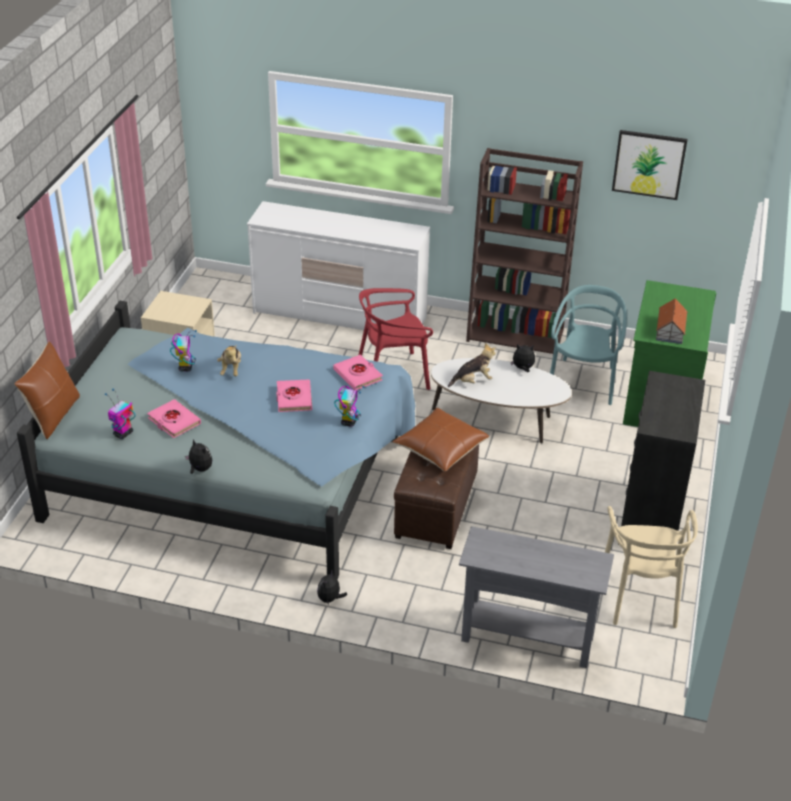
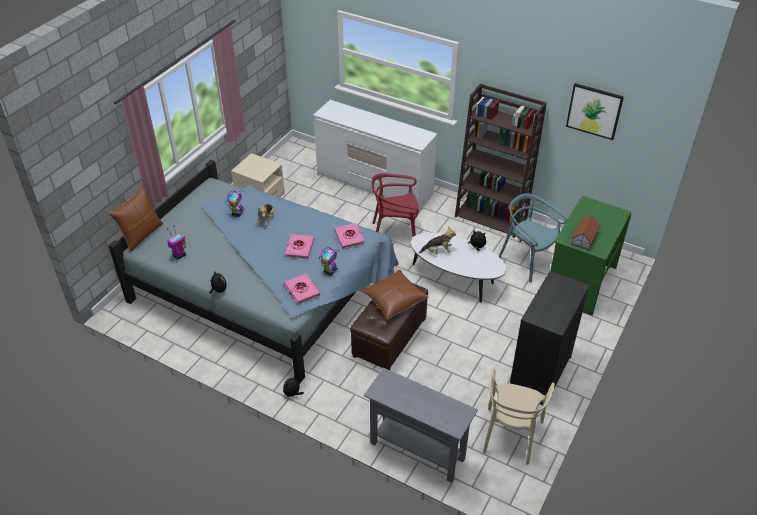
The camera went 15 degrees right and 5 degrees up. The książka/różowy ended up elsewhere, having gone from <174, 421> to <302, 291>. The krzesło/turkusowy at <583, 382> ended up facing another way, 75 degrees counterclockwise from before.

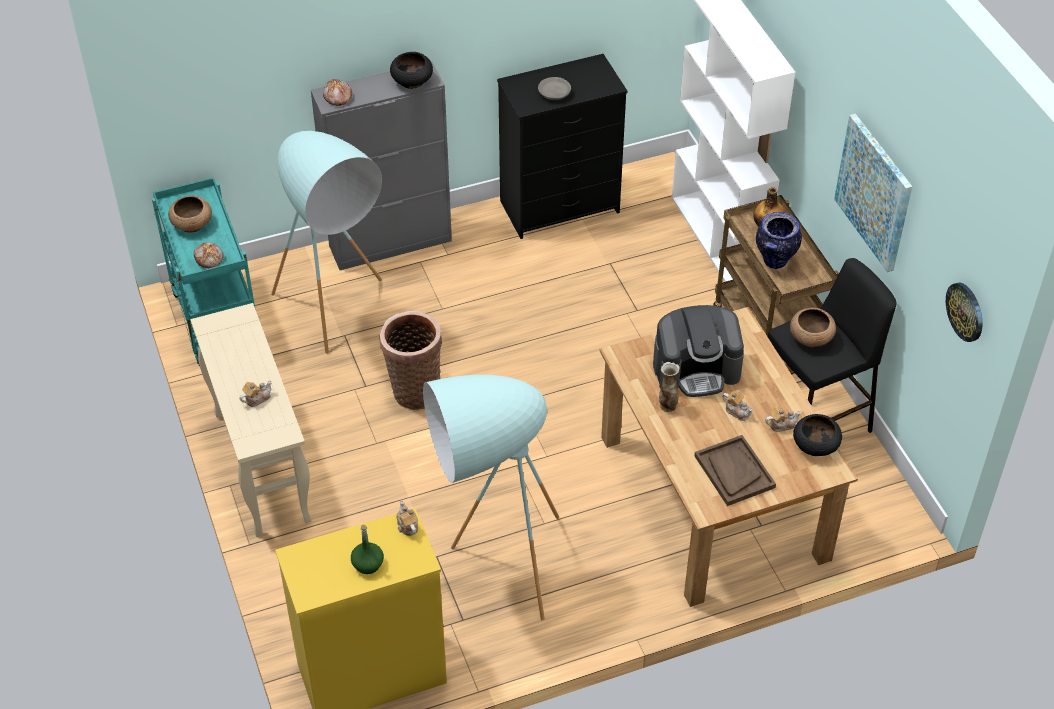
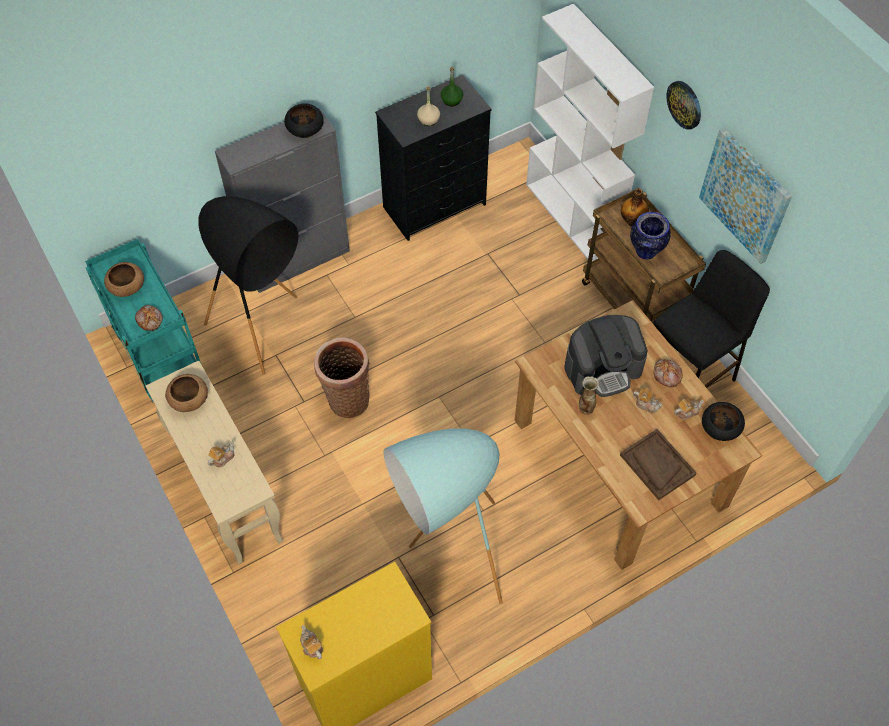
The camera went 10 degrees left and 10 degrees up. The chleb ended up elsewhere, having gone from <337, 97> to <666, 375>. The butelka/zielony ended up elsewhere, having gone from <368, 564> to <452, 100>. The imbryk ended up elsewhere, having gone from <407, 526> to <311, 646>. The miska/brązowy ended up elsewhere, having gone from <811, 338> to <189, 400>. The zegar ścienny ended up elsewhere, having gone from <965, 311> to <684, 104>. Where the miska/szary stood at <554, 93>, the butelka/beżowy came to stand at <428, 120>. What was the lampa stojąca/turkusowy at <337, 322> turned into the lampa stojąca/czarny at <267, 343>.

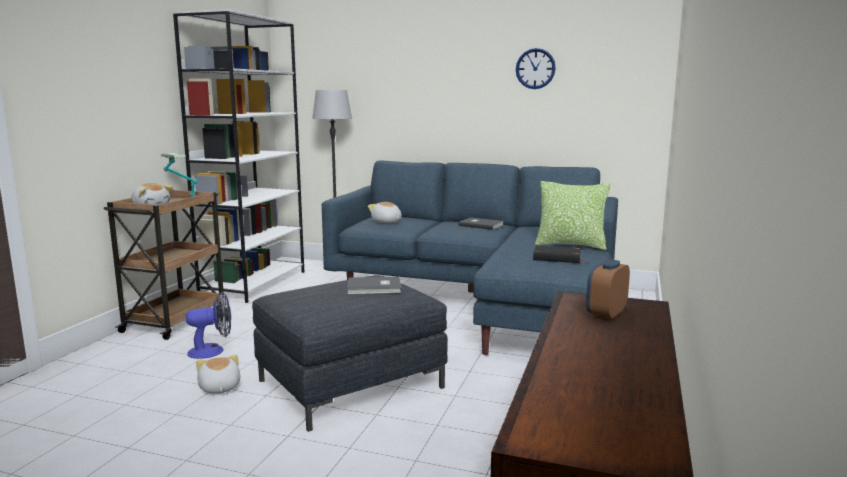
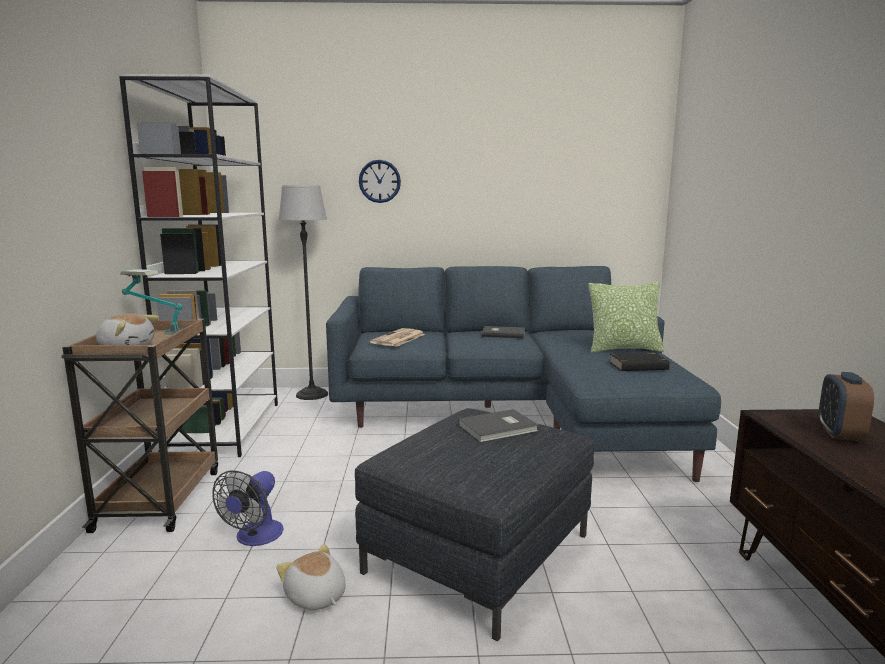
The camera went 20 degrees left and 0 degrees up. The zegar ścienny ended up elsewhere, having gone from <535, 68> to <379, 181>. Where the pluszak stood at <386, 222>, the gazeta came to stand at <398, 339>. The wentylator at <212, 351> ended up facing another way, 150 degrees clockwise from before.

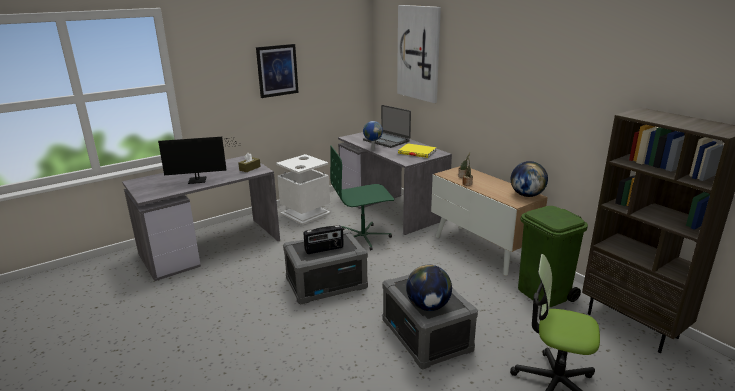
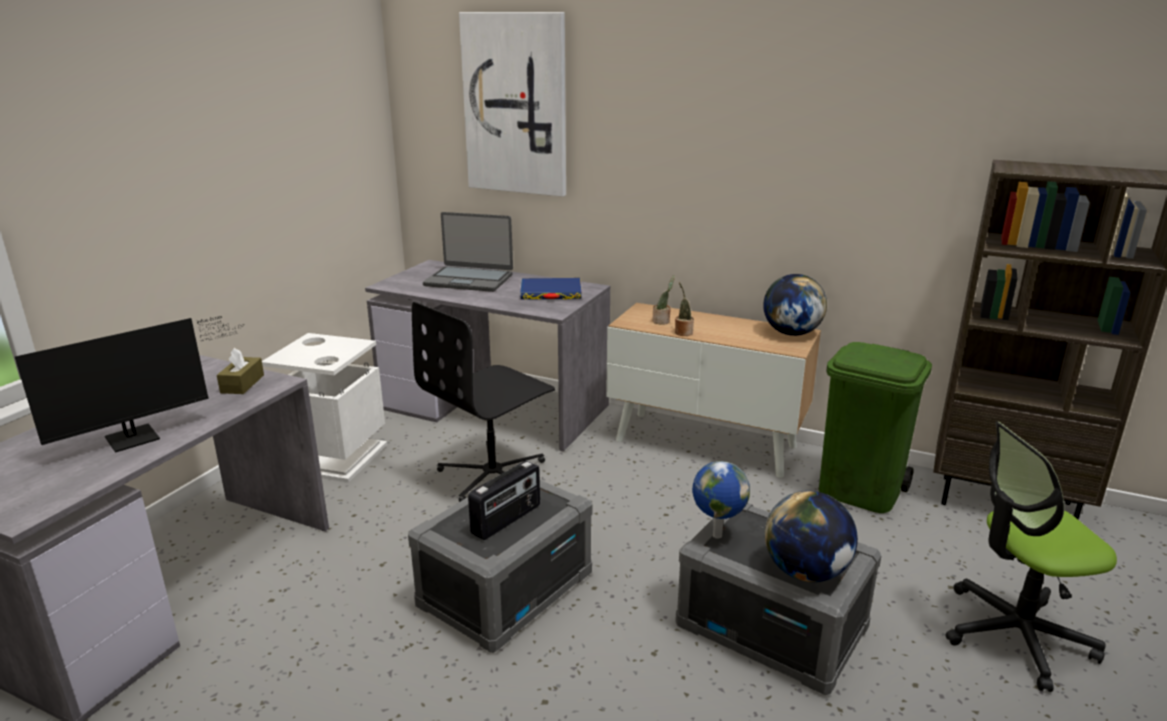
The camera went 30 degrees left and 0 degrees up. The second view lost the obraz at <277, 70>. The globus ended up elsewhere, having gone from <372, 149> to <716, 535>. What was the krzesło biurowe/zielony at <363, 237> turned into the krzesło biurowe/czarny at <493, 475>. What was the książka/żółty at <417, 152> turned into the książka/niebieski at <550, 293>.

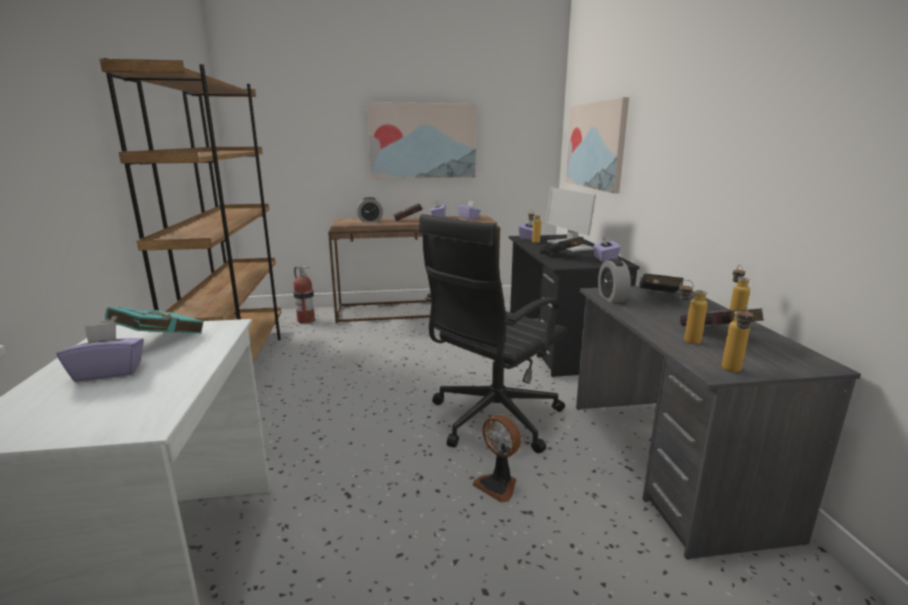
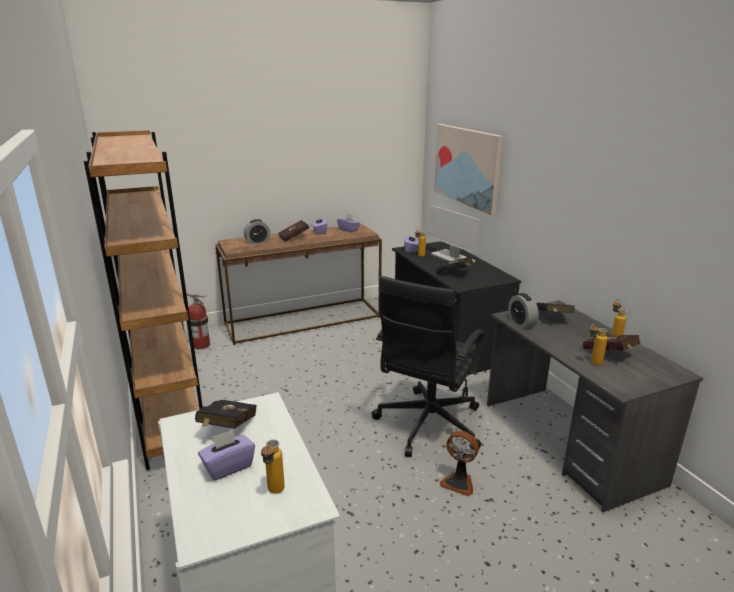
The camera went 15 degrees left and 5 degrees up. The second view lost the obraz at <422, 141>. The second view lost the pudełko chusteczek/fioletowy at <604, 259>. The butelka ended up elsewhere, having gone from <732, 372> to <274, 493>. What was the książka/turkusowy at <156, 340> turned into the książka/czarny at <226, 428>.

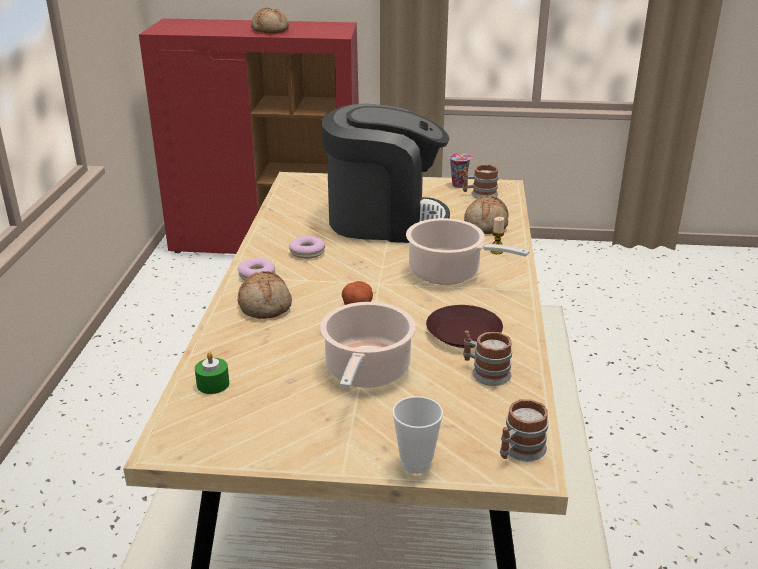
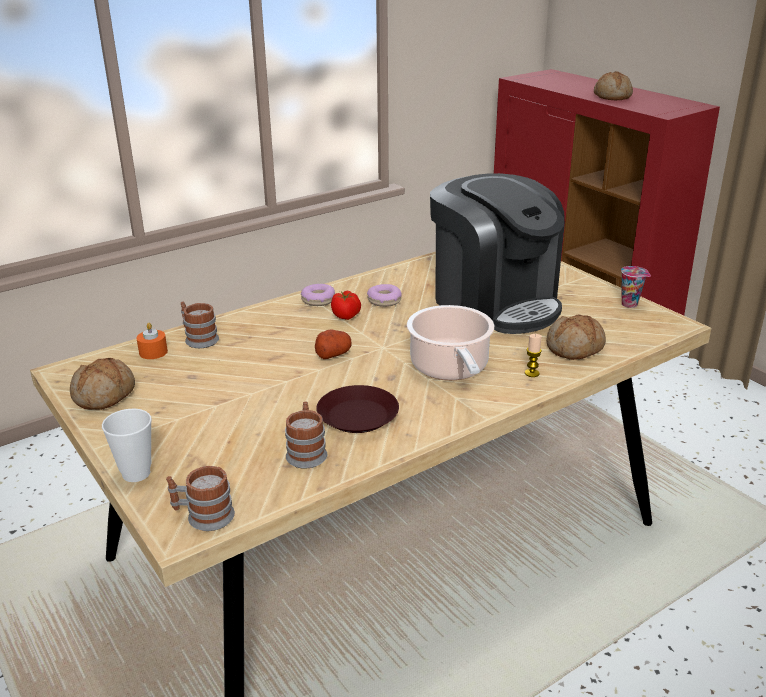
The camera went 50 degrees right and 0 degrees up. The second view lost the garnek at <366, 372>. The second view gained the pomidor at <346, 316>. The chleb ended up elsewhere, having gone from <265, 305> to <105, 395>. The kubek ended up elsewhere, having gone from <479, 195> to <198, 338>. What was the świeca/zielony at <213, 384> turned into the świeca/pomarańczowy at <153, 352>.

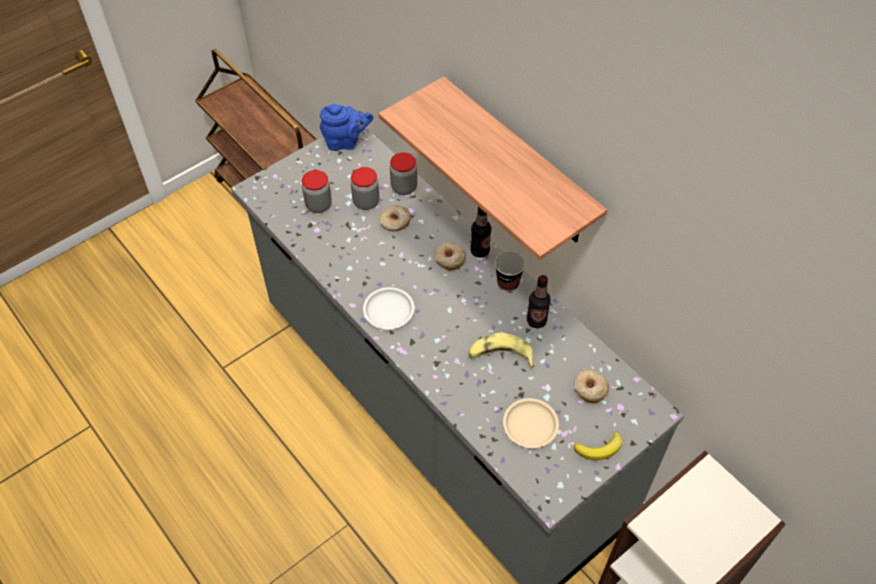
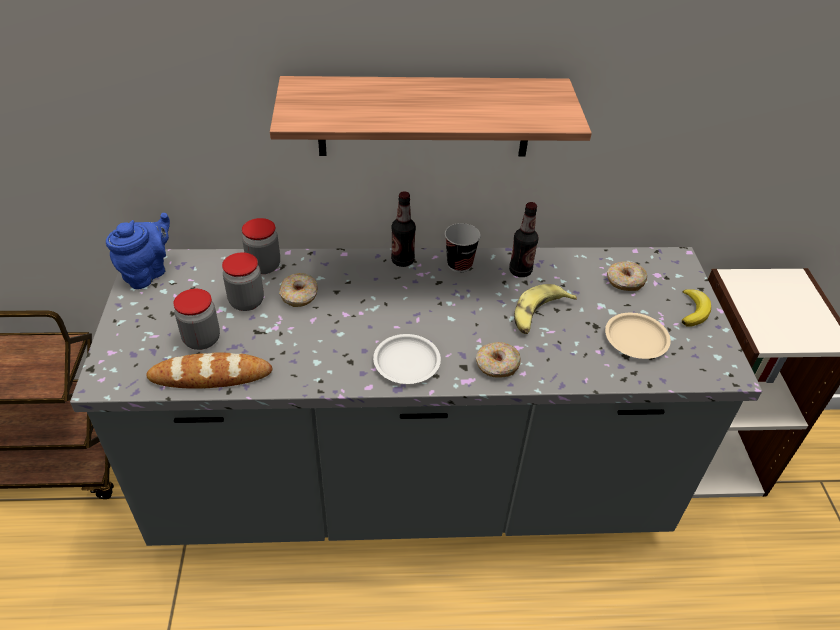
The camera went 55 degrees left and 10 degrees down. The second view gained the chleb at <211, 375>. The donut ended up elsewhere, having gone from <449, 259> to <497, 365>.

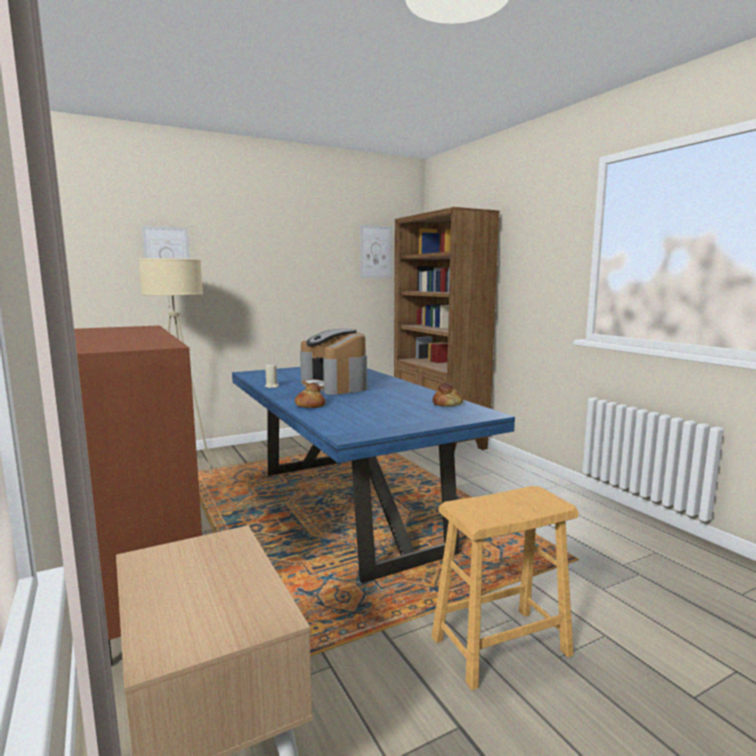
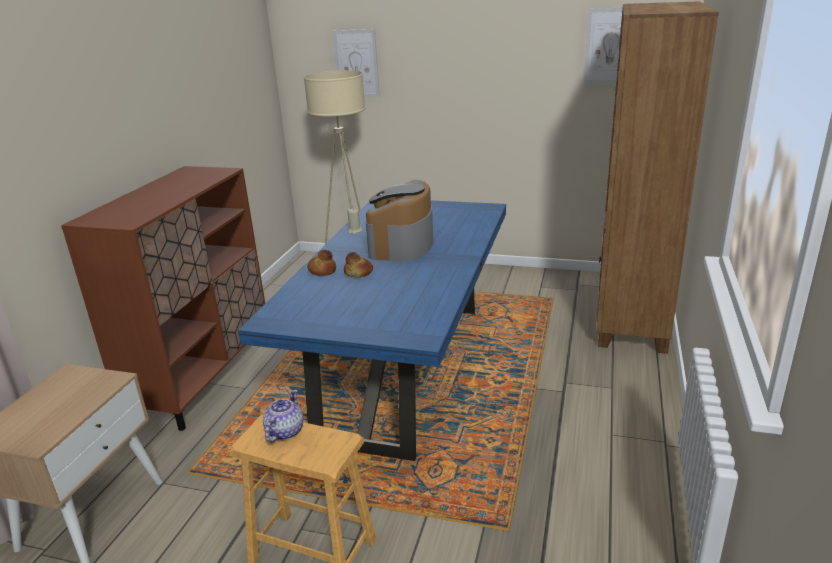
The camera went 45 degrees right and 15 degrees up. The second view gained the imbryk at <284, 432>. The chleb ended up elsewhere, having gone from <447, 404> to <358, 273>.

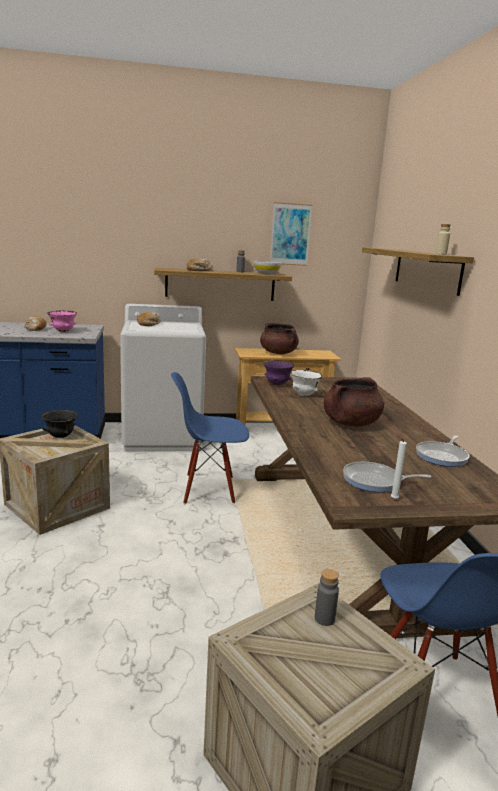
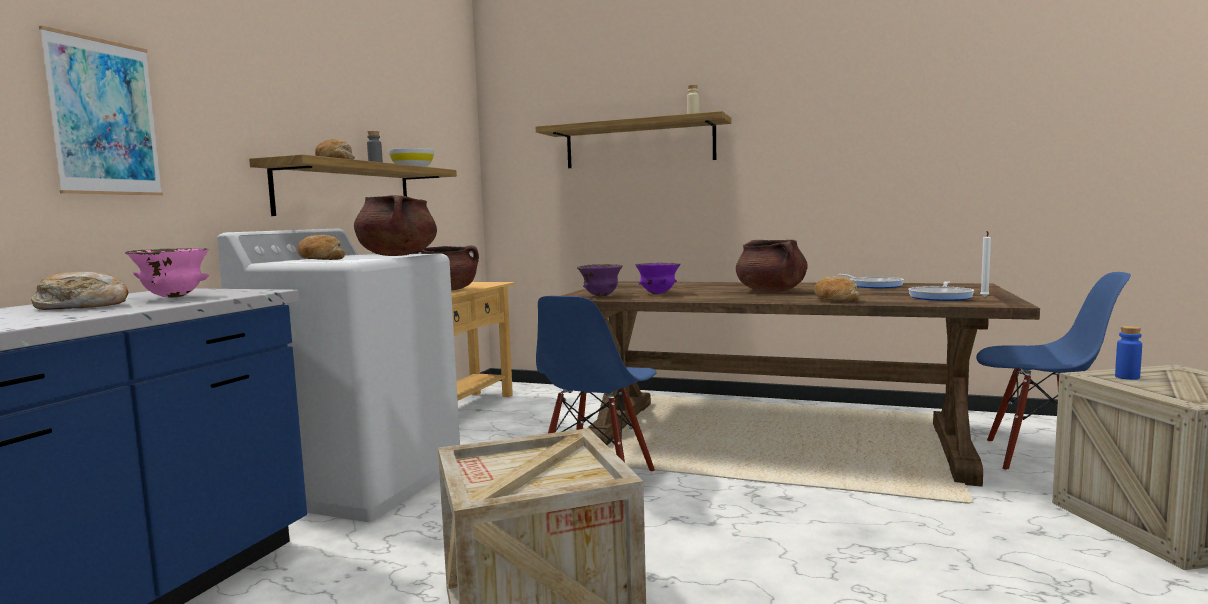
The camera went 60 degrees left and 10 degrees down. The second view lost the miska/czarny at <60, 437>. The second view gained the garnek/brązowy at <397, 255>. The second view gained the chleb at <834, 299>. The obraz ended up elsewhere, having gone from <290, 234> to <104, 117>. What was the miska/biały at <304, 395> turned into the miska/fioletowy at <658, 294>. What was the butelka/szary at <324, 618> turned into the butelka/niebieski at <1127, 377>.

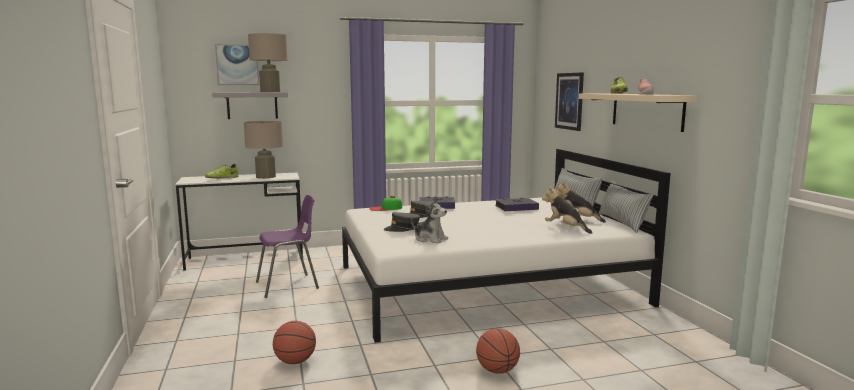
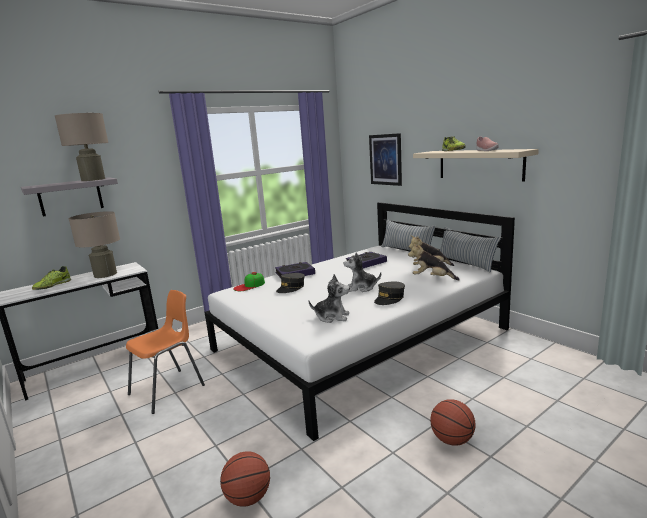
The camera went 20 degrees left and 5 degrees up. The second view lost the obraz at <237, 65>. The second view gained the pluszak at <361, 288>. The czapka z daszkiem/szary ended up elsewhere, having gone from <402, 228> to <389, 298>. What was the krzesło/fioletowy at <289, 285> turned into the krzesło/pomarańczowy at <169, 389>.

